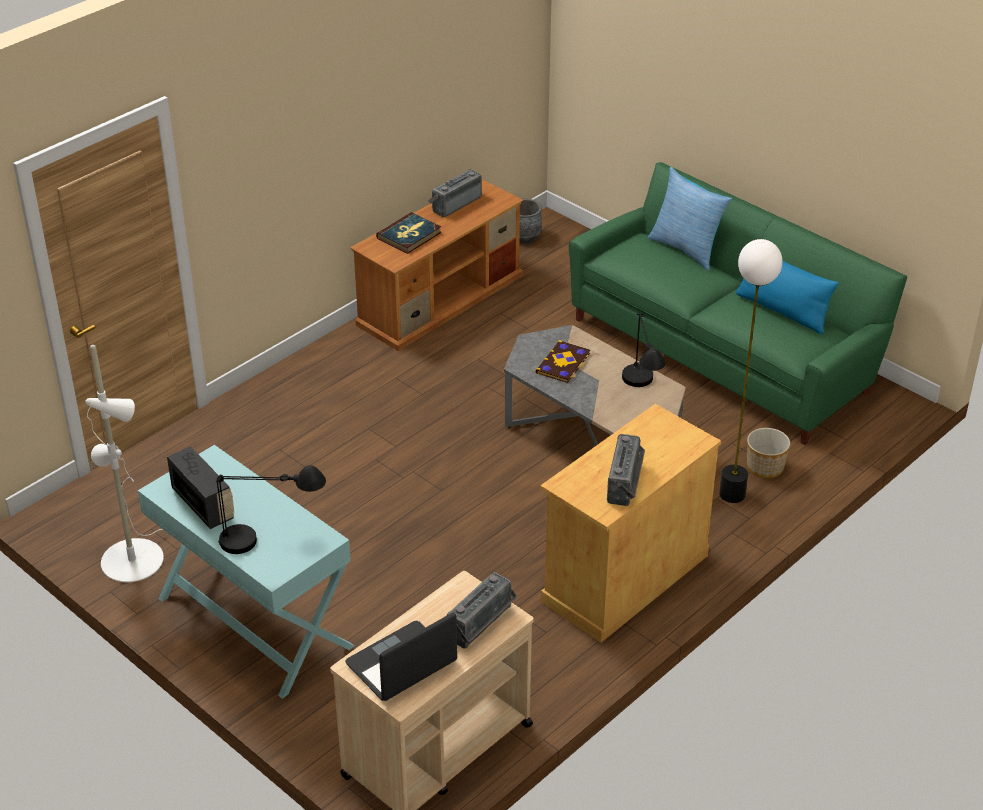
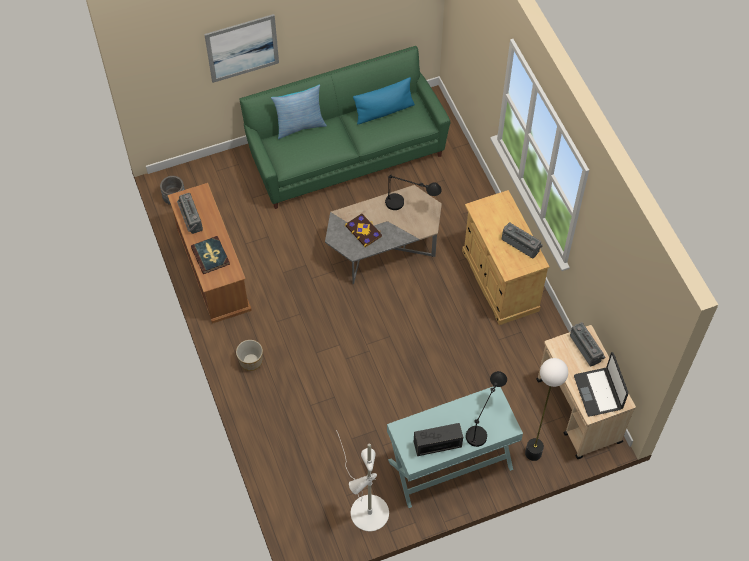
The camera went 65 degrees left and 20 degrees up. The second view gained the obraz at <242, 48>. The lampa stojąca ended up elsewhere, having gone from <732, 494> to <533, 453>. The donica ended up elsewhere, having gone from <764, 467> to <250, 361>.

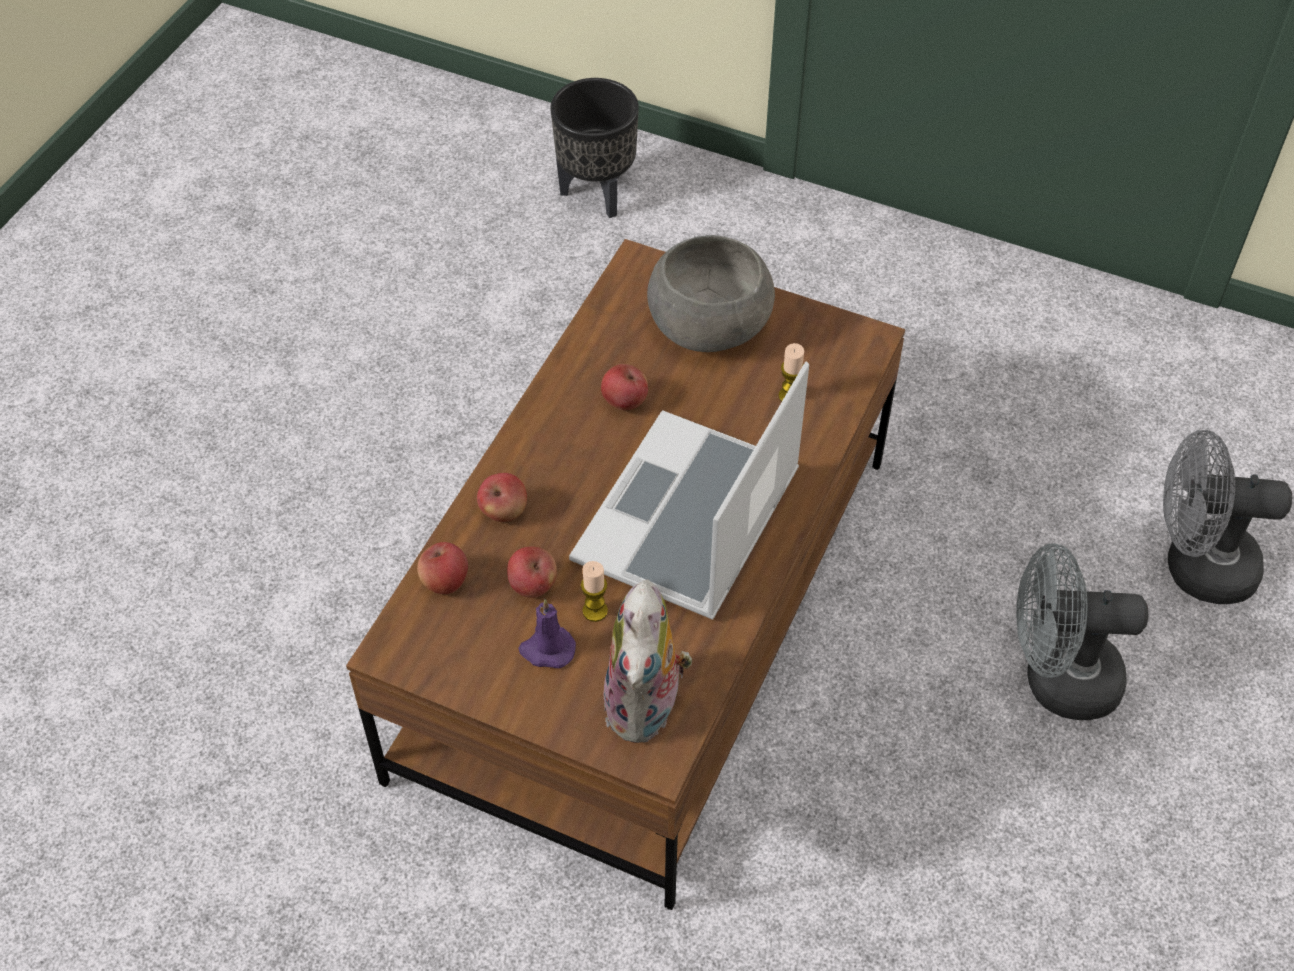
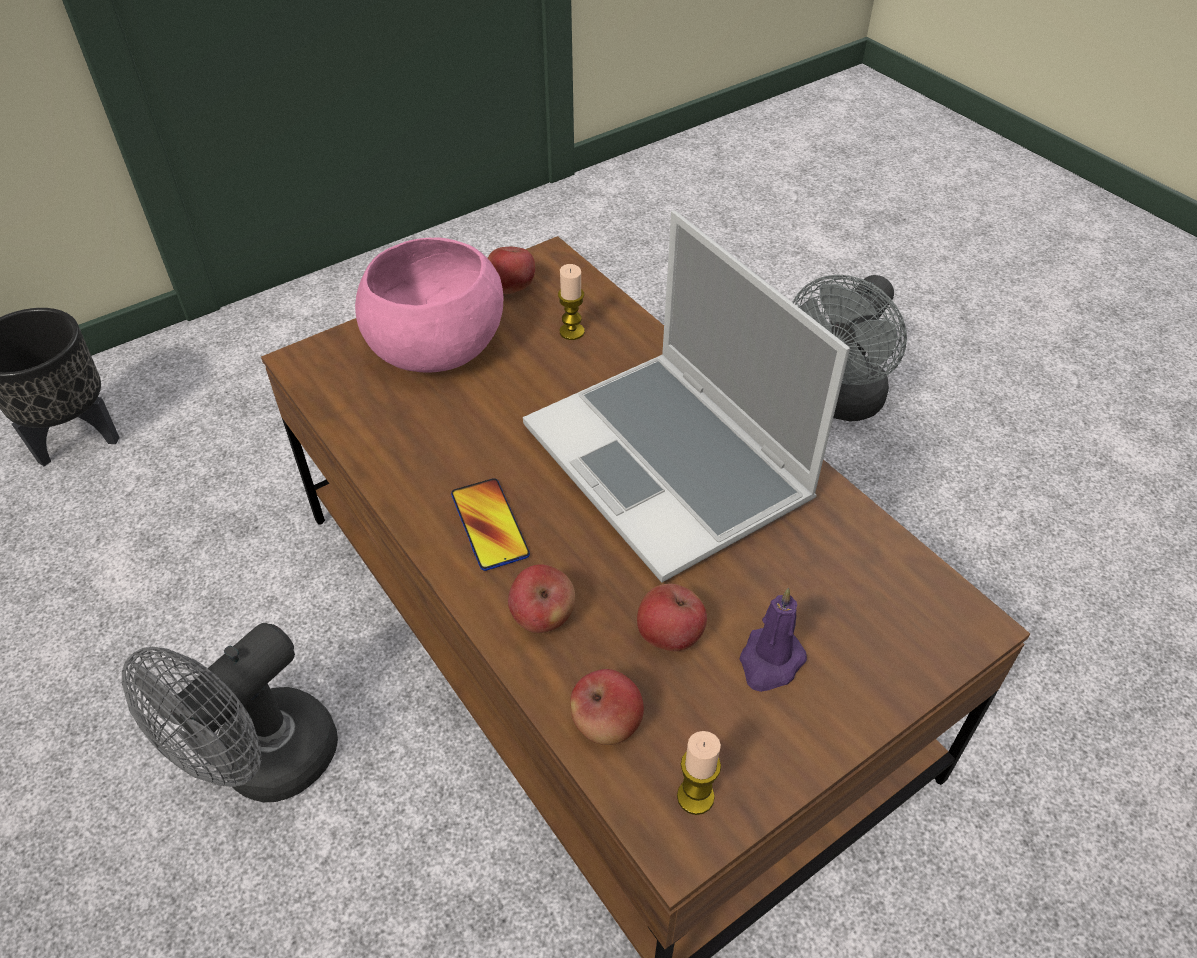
The camera went 60 degrees left and 5 degrees down. The second view lost the pluszak at <646, 707>. The second view gained the telefon at <489, 525>. The świeca ended up elsewhere, having gone from <595, 611> to <695, 797>. The jabłko ended up elsewhere, having gone from <624, 401> to <511, 288>. The wentylator/szary ended up elsewhere, having gone from <1195, 567> to <264, 766>. What was the miska/szary at <711, 324> turned into the miska/różowy at <435, 344>.

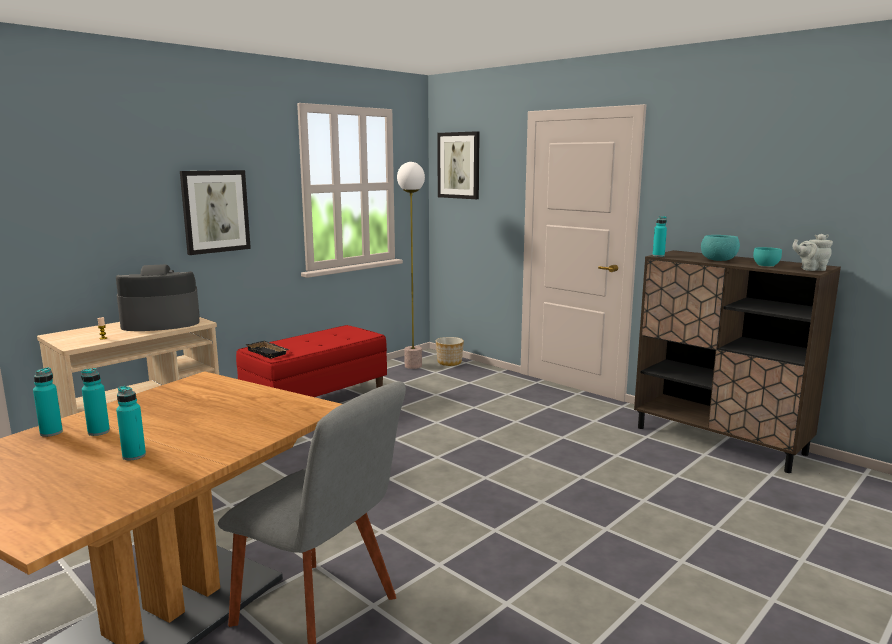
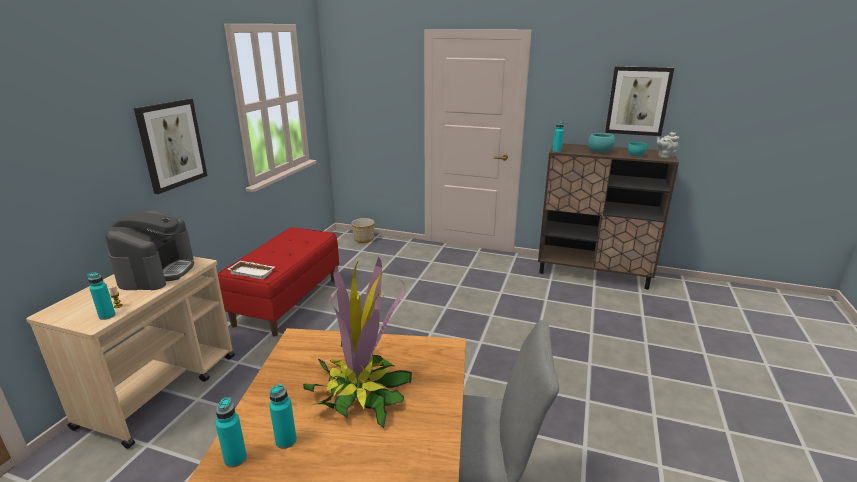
The camera went 25 degrees left and 10 degrees up. The second view lost the lampa stojąca at <413, 366>. The second view gained the roślina doniczkowa at <360, 392>. The butelka/turkusowy ended up elsewhere, having gone from <134, 456> to <107, 316>. The obraz ended up elsewhere, having gone from <459, 165> to <638, 101>. What was the taca/czarny at <269, 352> turned into the taca/biały at <253, 272>. The ekspres do kawy at <160, 323> ended up facing another way, 135 degrees clockwise from before.

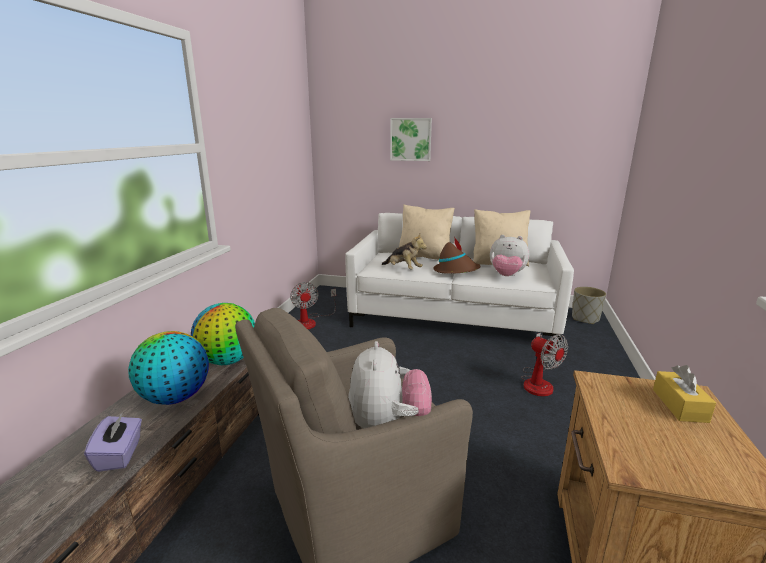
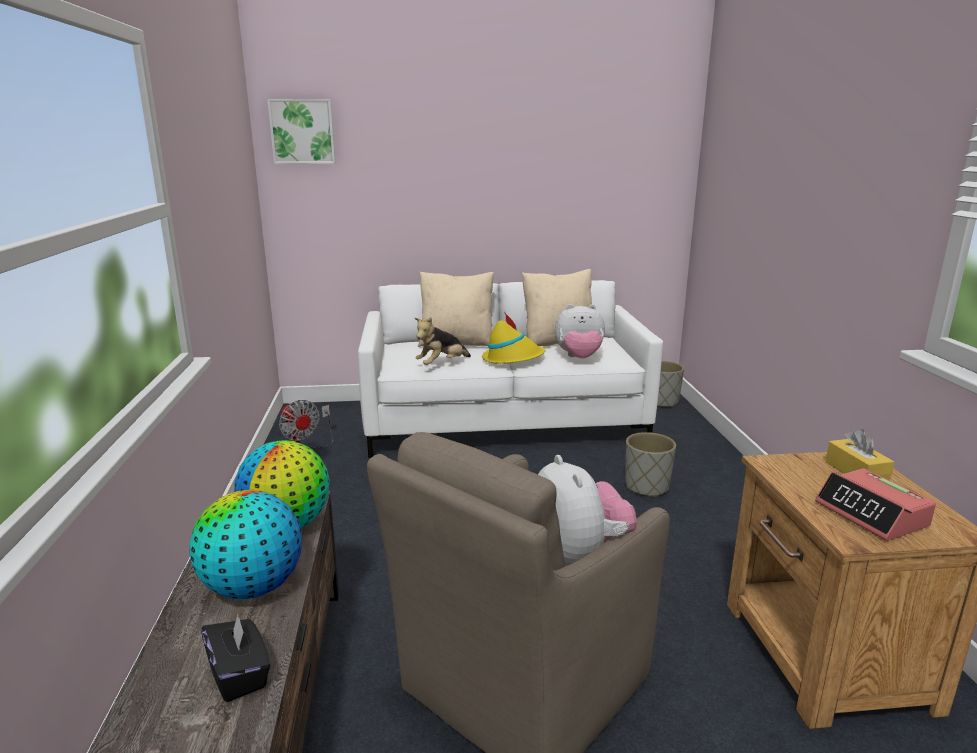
The camera went 20 degrees left and 0 degrees up. The second view gained the budzik at <872, 515>. The obraz ended up elsewhere, having gone from <411, 139> to <302, 131>. Where the wentylator stood at <538, 382>, the donica/szary came to stand at <646, 486>. What was the pudełko chusteczek/fioletowy at <120, 455> turned into the pudełko chusteczek/czarny at <239, 675>. What was the kapelusz/brązowy at <456, 271> turned into the kapelusz/żółty at <512, 358>. The pluszak at <403, 269> ended up facing another way, 120 degrees clockwise from before.

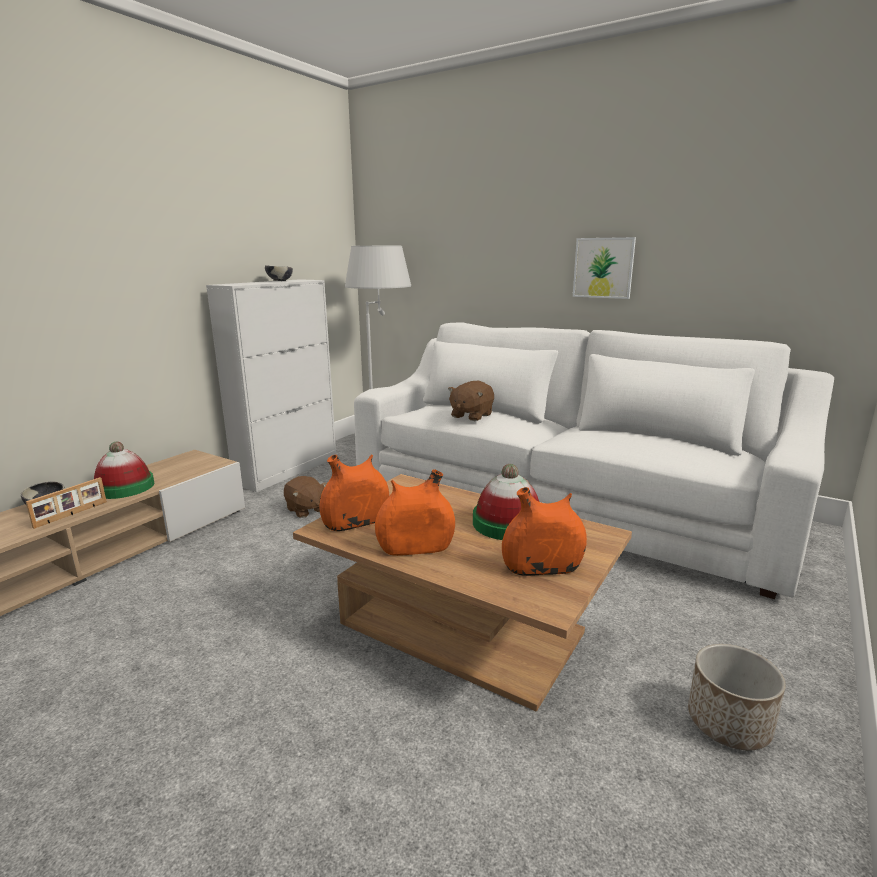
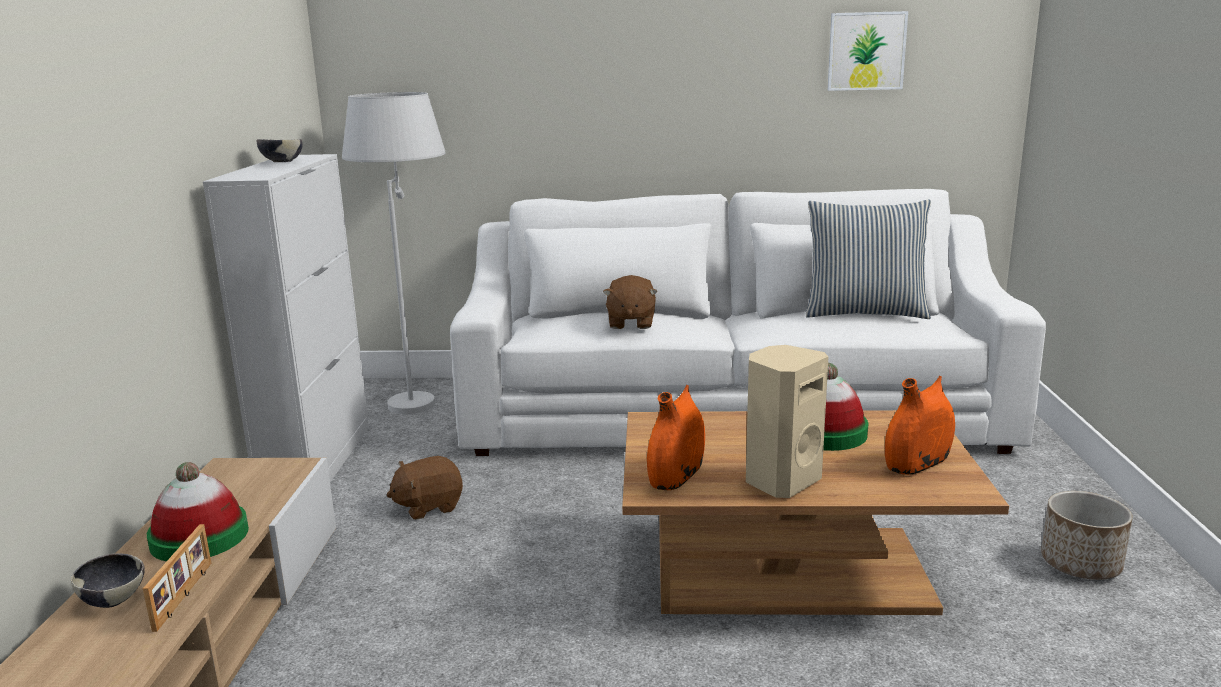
The camera went 30 degrees left and 0 degrees up. The second view gained the poduszka at <864, 313>. The obraz ended up elsewhere, having gone from <603, 268> to <866, 51>. Where the wazon/pomarańczowy stood at <415, 548>, the głośnik/beżowy came to stand at <780, 481>. The pluszak/brązowy at <306, 510> ended up facing another way, 135 degrees clockwise from before.

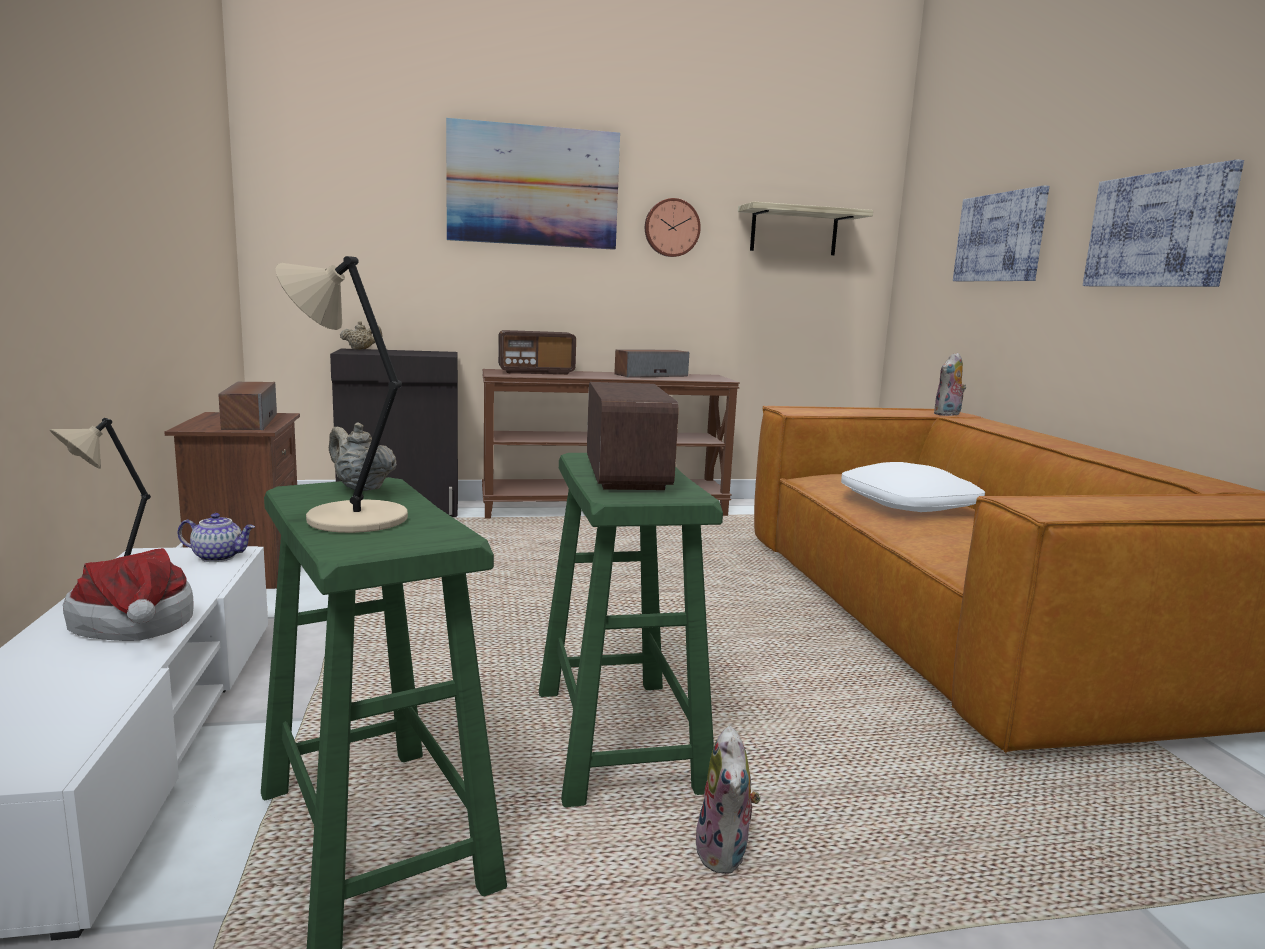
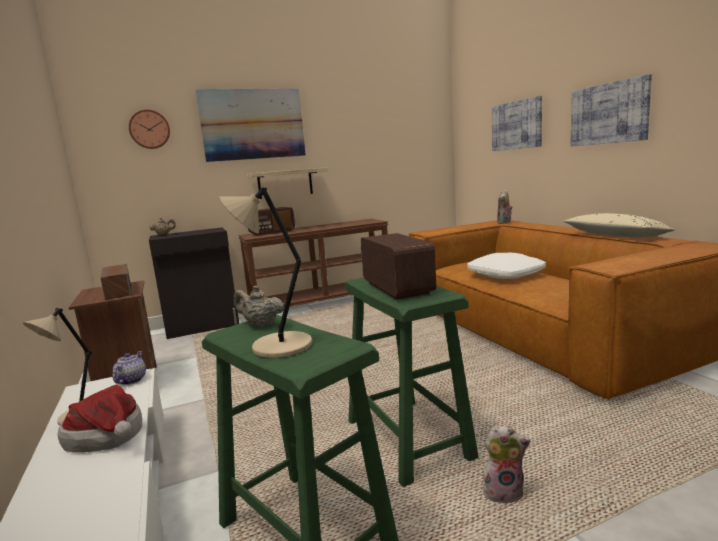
The camera went 10 degrees left and 0 degrees up. The second view lost the głośnik at <650, 375>. The second view gained the poduszka/beżowy at <615, 236>. The zegar ścienny ended up elsewhere, having gone from <671, 228> to <149, 129>. The półka ended up elsewhere, having gone from <794, 231> to <285, 183>. The imbryk at <219, 557> ended up facing another way, 75 degrees counterclockwise from before. The pluszak at <725, 855> ended up facing another way, 75 degrees counterclockwise from before.

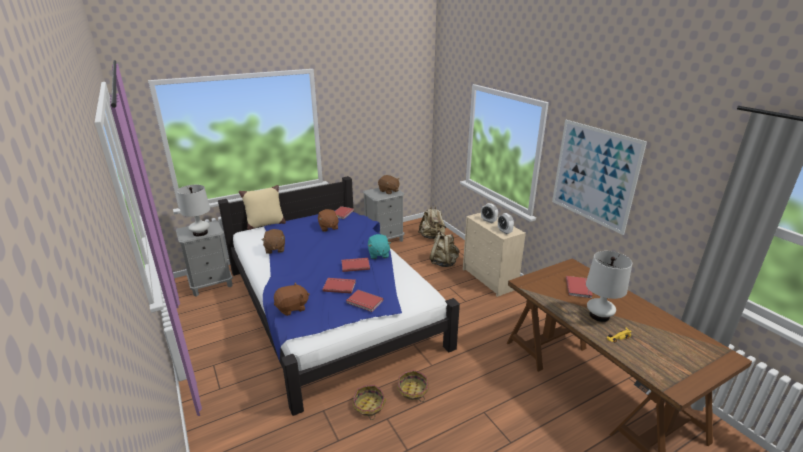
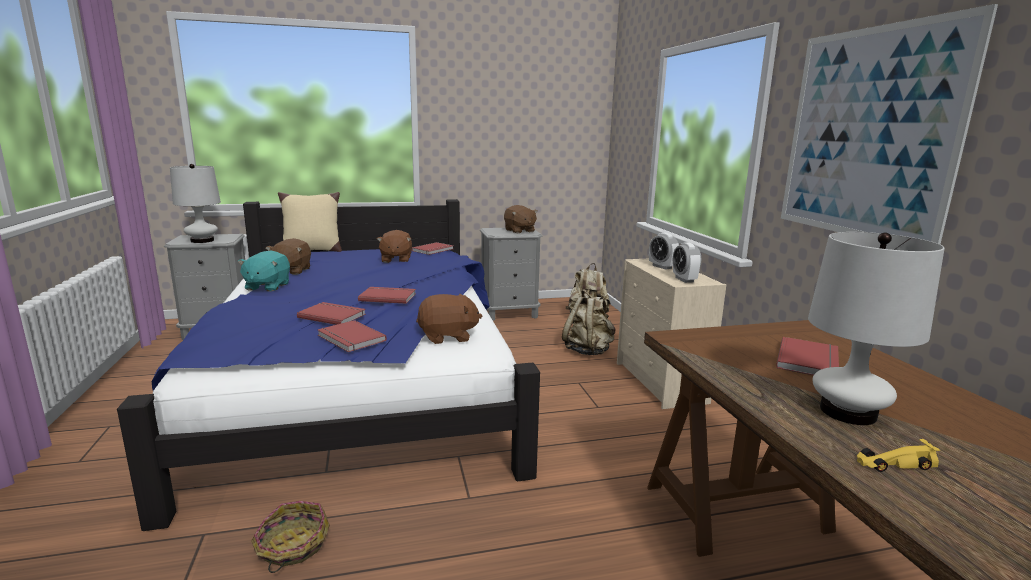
The camera went 15 degrees right and 10 degrees down. The second view lost the koszyk at <412, 391>. The pluszak/brązowy ended up elsewhere, having gone from <292, 308> to <448, 336>. The pluszak/turkusowy ended up elsewhere, having gone from <378, 254> to <267, 286>.

